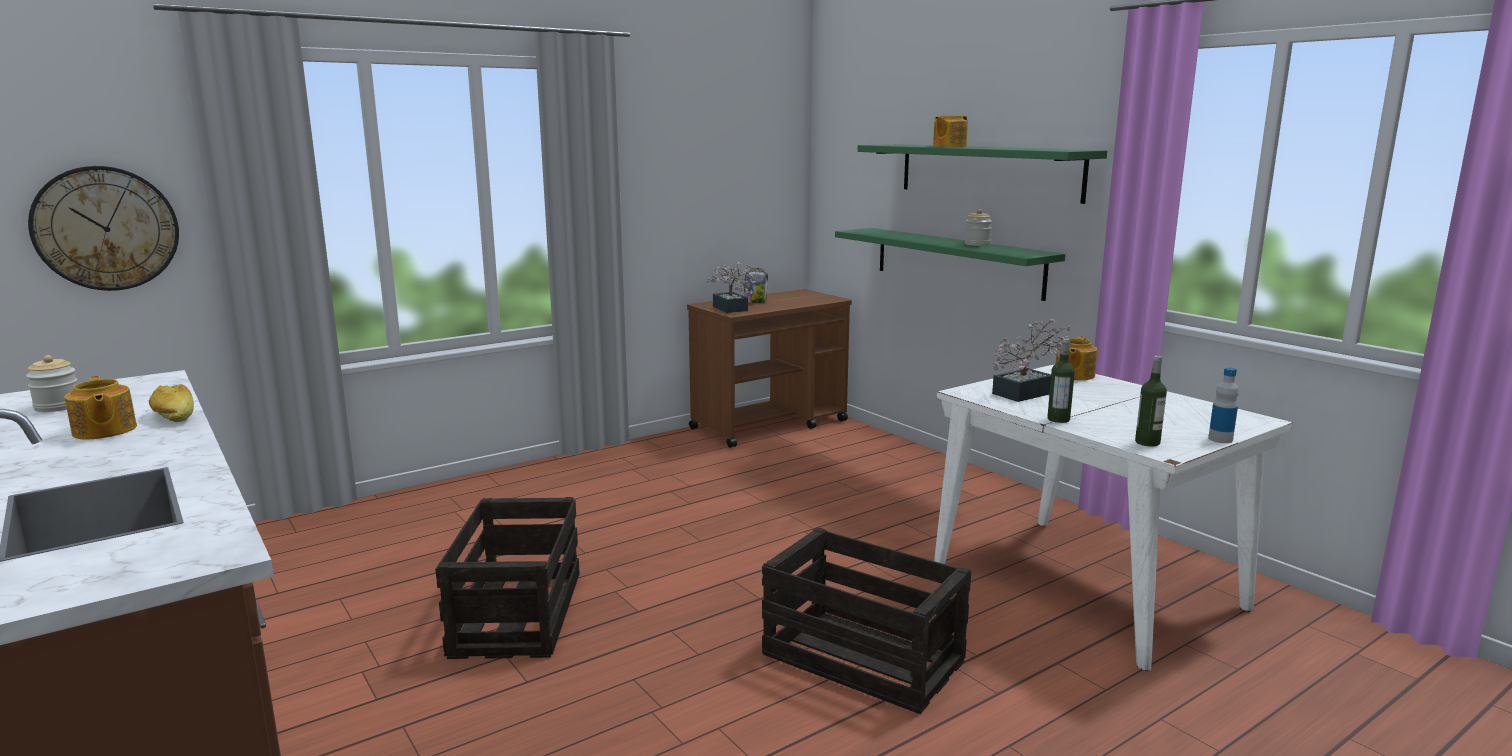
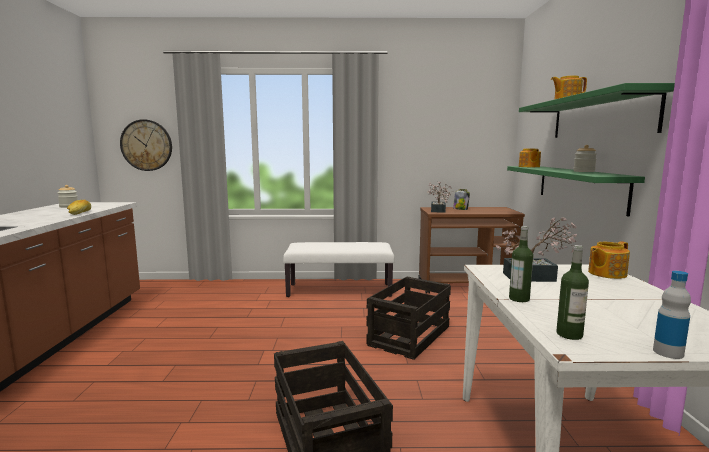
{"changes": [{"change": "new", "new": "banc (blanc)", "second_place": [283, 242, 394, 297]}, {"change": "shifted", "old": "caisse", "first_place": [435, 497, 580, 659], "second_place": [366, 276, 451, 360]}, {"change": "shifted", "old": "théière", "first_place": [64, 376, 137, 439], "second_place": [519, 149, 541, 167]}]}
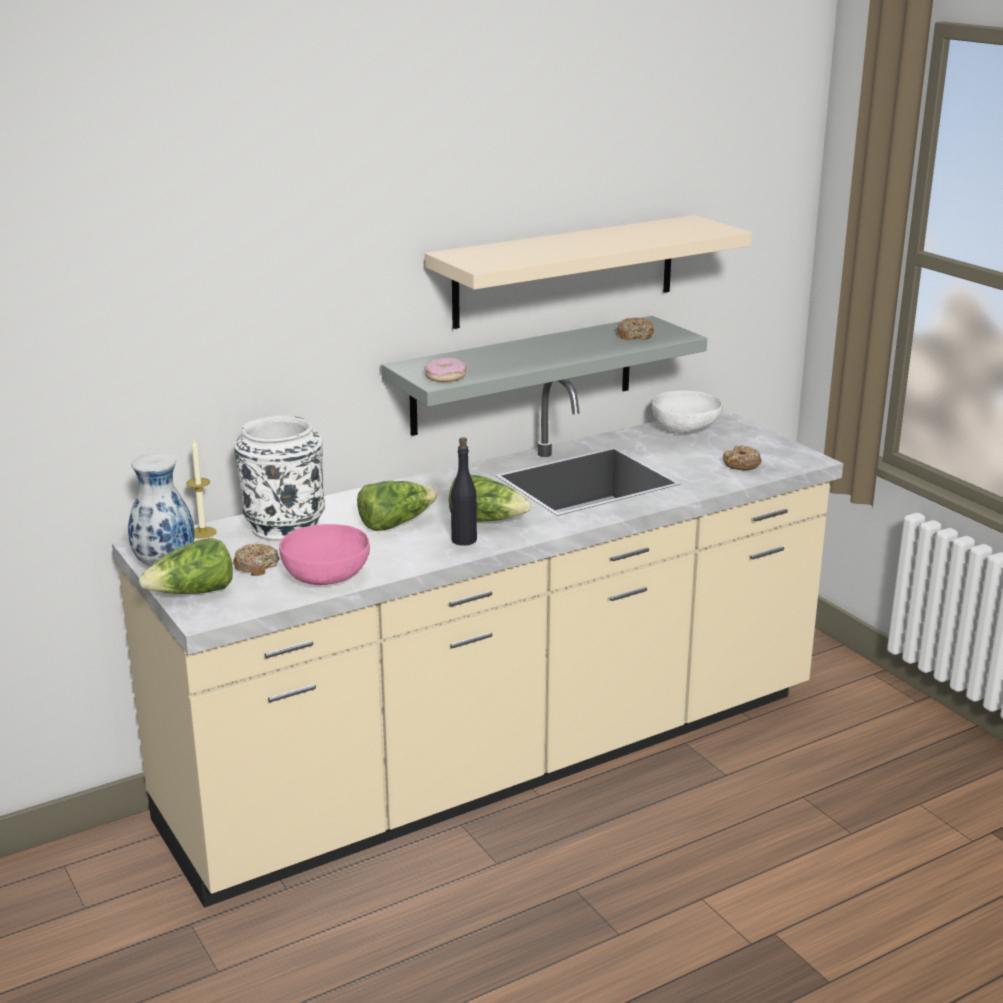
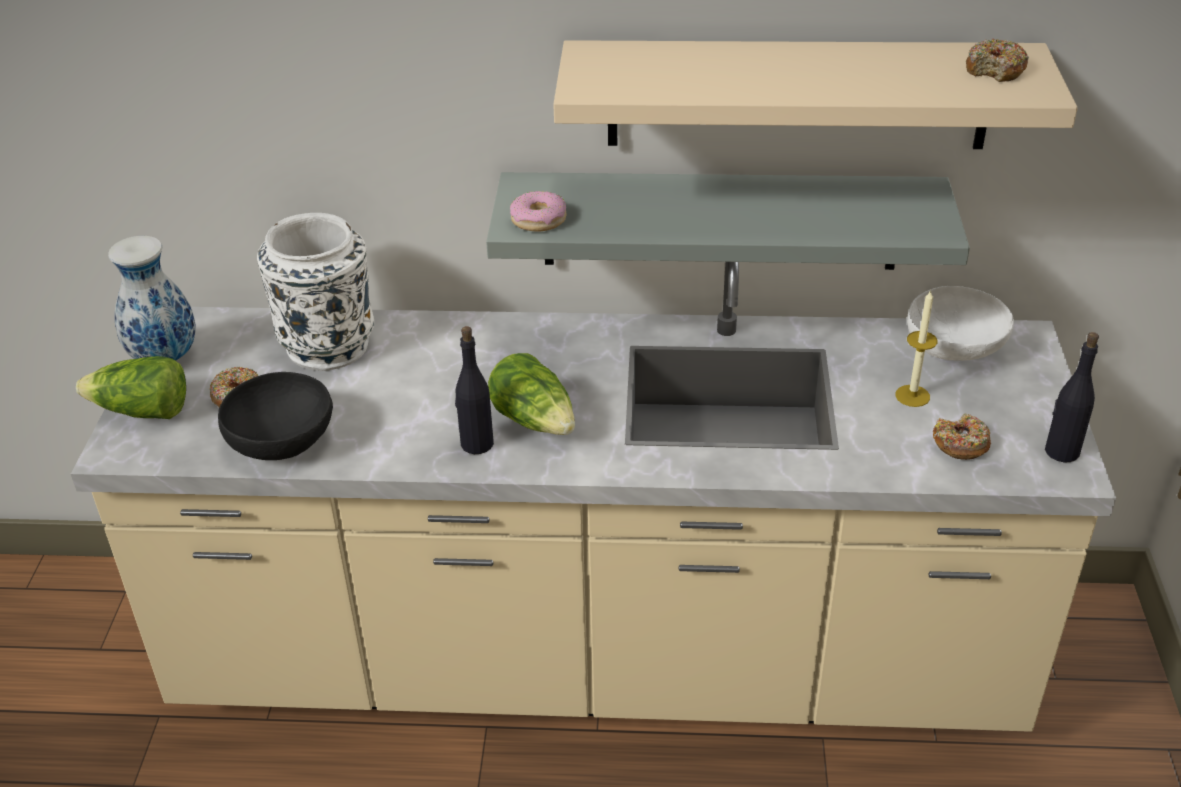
{"changes": [{"change": "repainted", "old": "bol (rose)", "new": "bol (noir)", "first_place": [279, 524, 370, 585], "second_place": [218, 372, 333, 460]}, {"change": "shifted", "old": "bougie", "first_place": [186, 440, 217, 539], "second_place": [895, 290, 937, 407]}, {"change": "shifted", "old": "beignet", "first_place": [617, 317, 654, 340], "second_place": [966, 38, 1029, 82]}, {"change": "new", "new": "bouteille (noir)", "second_place": [1045, 332, 1099, 463]}, {"change": "gone", "old": "laitue", "first_place": [357, 481, 438, 531]}]}
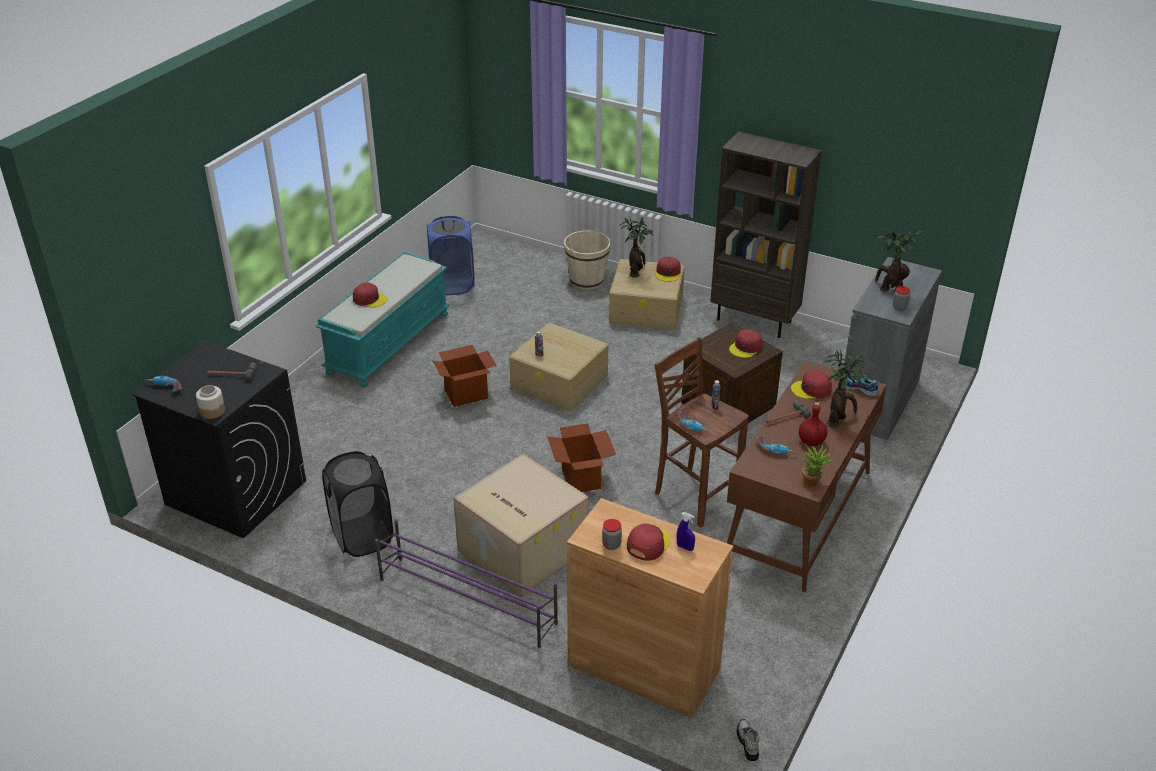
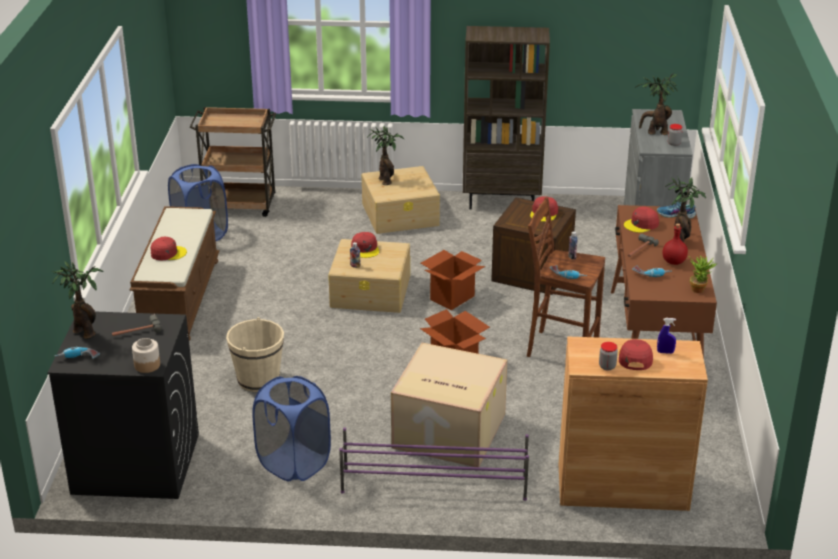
{"changes": [{"change": "new", "new": "plante en pot", "second_place": [52, 261, 104, 339]}, {"change": "repainted", "old": "banc (turquoise)", "new": "banc (marron)", "first_place": [316, 252, 450, 387], "second_place": [130, 206, 219, 341]}, {"change": "new", "new": "chariot (marron)", "second_place": [190, 107, 276, 217]}, {"change": "shifted", "old": "seau (beige)", "first_place": [564, 230, 611, 290], "second_place": [226, 317, 284, 392]}, {"change": "repainted", "old": "panier à linge (noir)", "new": "panier à linge (bleu)", "first_place": [322, 451, 393, 557], "second_place": [252, 376, 331, 482]}, {"change": "shifted", "old": "casquette (rouge)", "first_place": [656, 257, 681, 282], "second_place": [351, 232, 379, 258]}, {"change": "shifted", "old": "carton", "first_place": [433, 345, 496, 407], "second_place": [421, 250, 485, 310]}, {"change": "gone", "old": "chaussure", "first_place": [737, 719, 759, 761]}]}
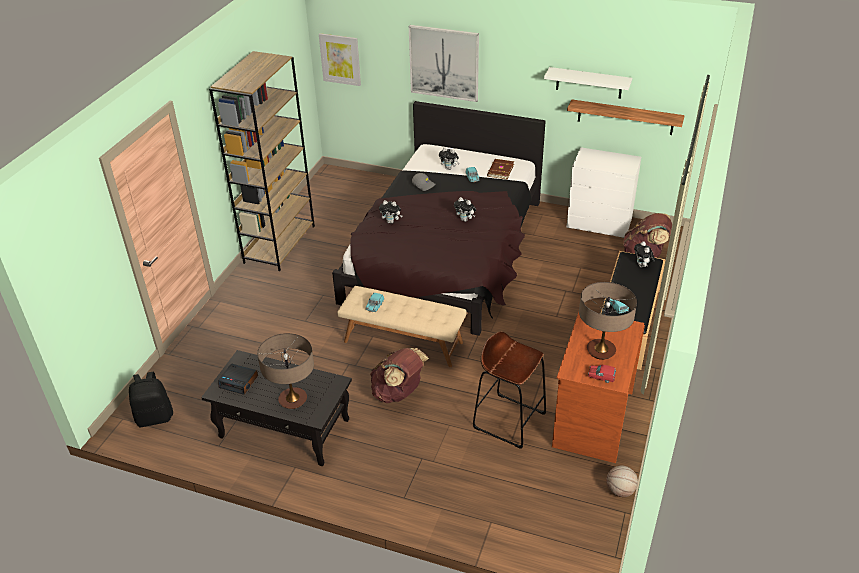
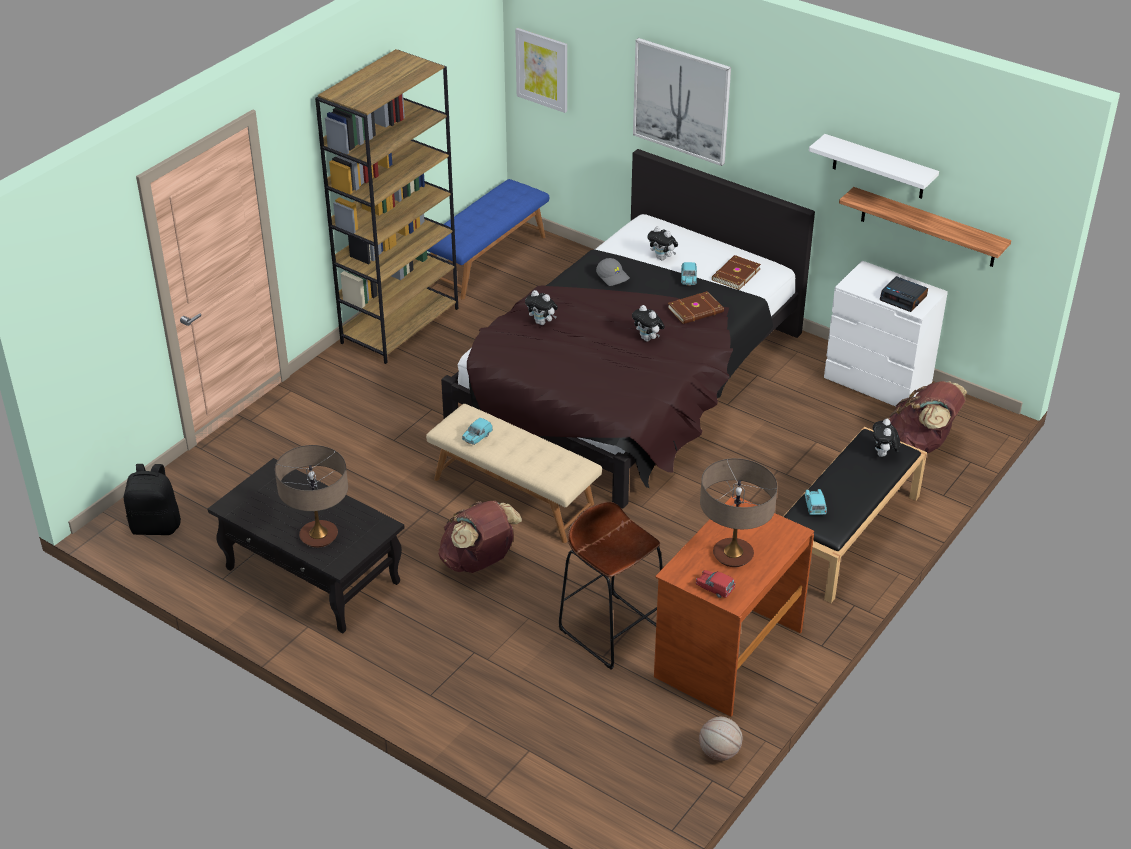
{"changes": [{"change": "new", "new": "banc (bleu)", "second_place": [427, 179, 549, 300]}, {"change": "new", "new": "livre (marron)", "second_place": [668, 291, 724, 324]}, {"change": "shifted", "old": "réveil", "first_place": [218, 363, 258, 395], "second_place": [880, 276, 928, 312]}]}
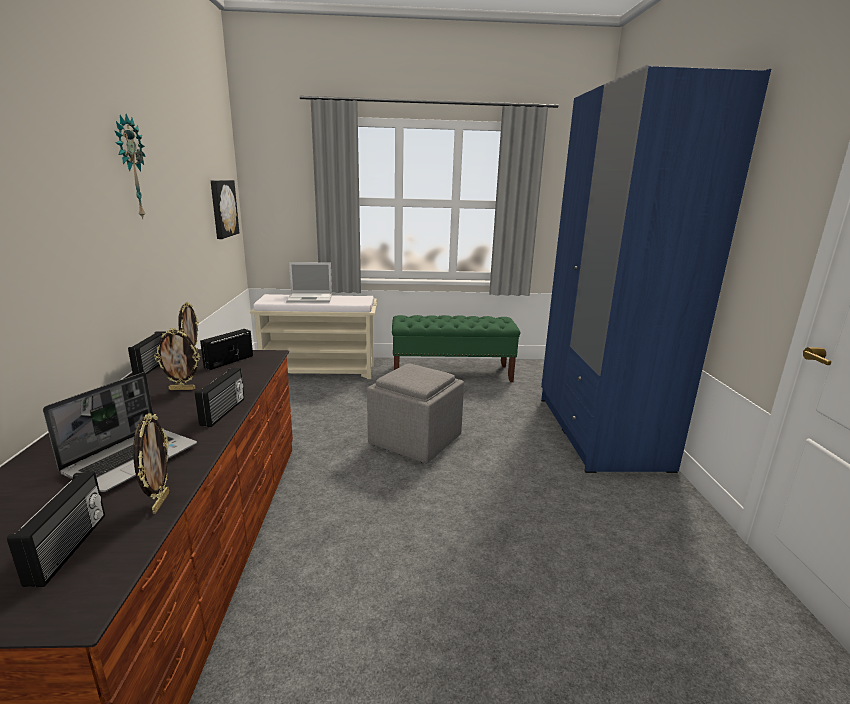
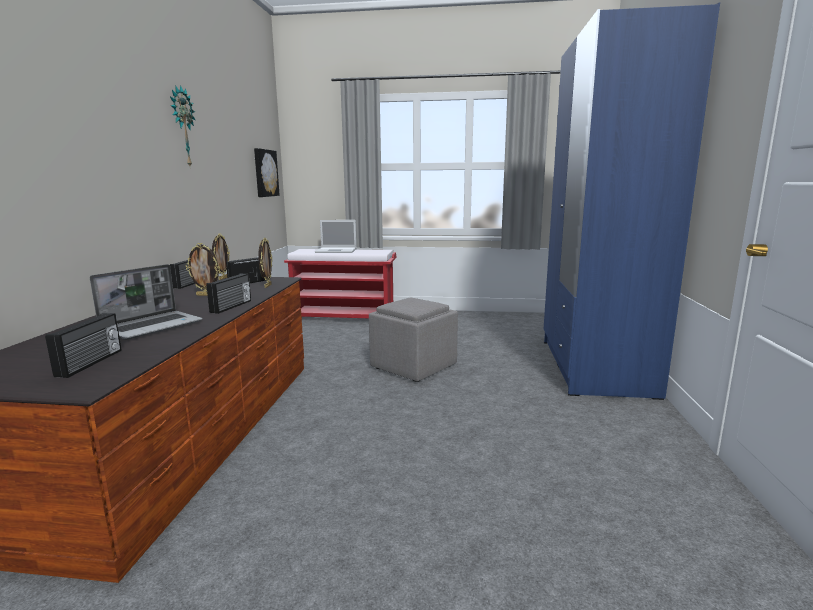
{"changes": [{"change": "shifted", "old": "cadre photo", "first_place": [133, 413, 169, 514], "second_place": [258, 237, 273, 288]}, {"change": "repainted", "old": "banc (beige)", "new": "banc (rouge)", "first_place": [250, 294, 377, 379], "second_place": [284, 249, 396, 318]}, {"change": "gone", "old": "banc (vert)", "first_place": [392, 315, 520, 382]}]}
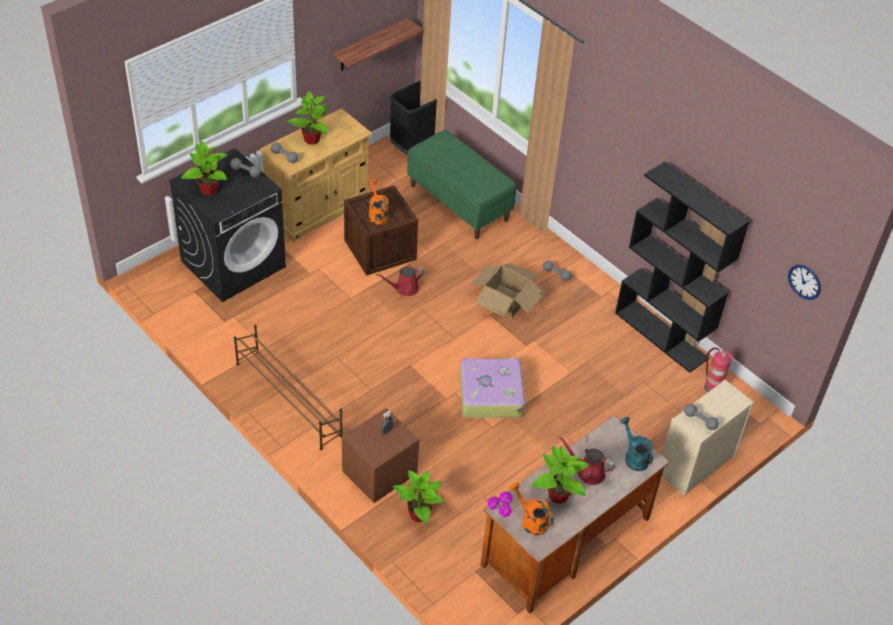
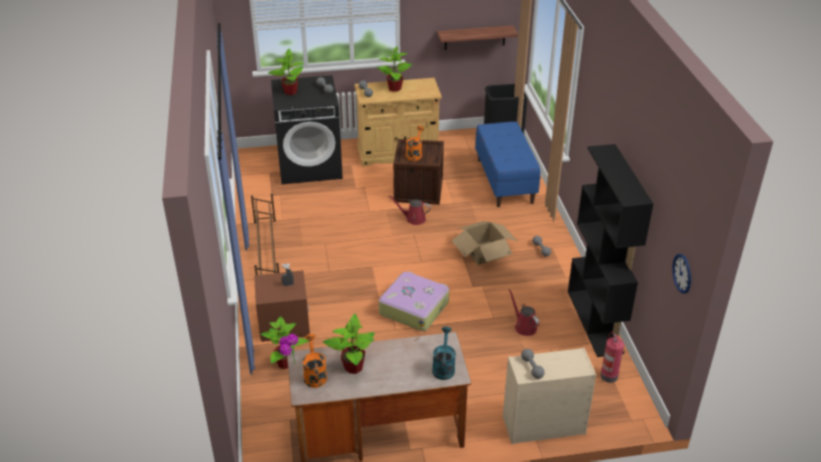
{"changes": [{"change": "repainted", "old": "banc (vert)", "new": "banc (bleu)", "first_place": [407, 130, 516, 239], "second_place": [475, 121, 540, 207]}, {"change": "shifted", "old": "arrosoir (rouge)", "first_place": [559, 436, 615, 485], "second_place": [508, 289, 539, 336]}]}
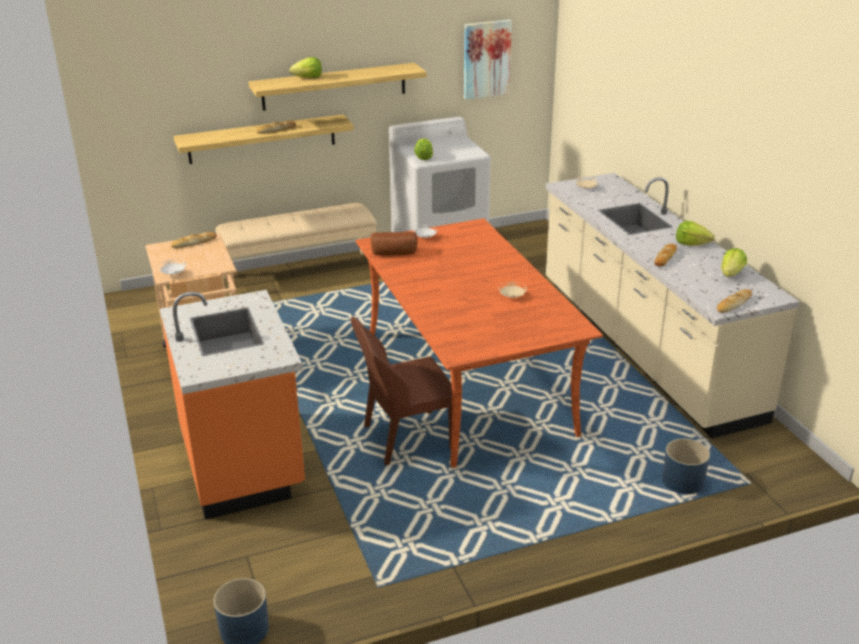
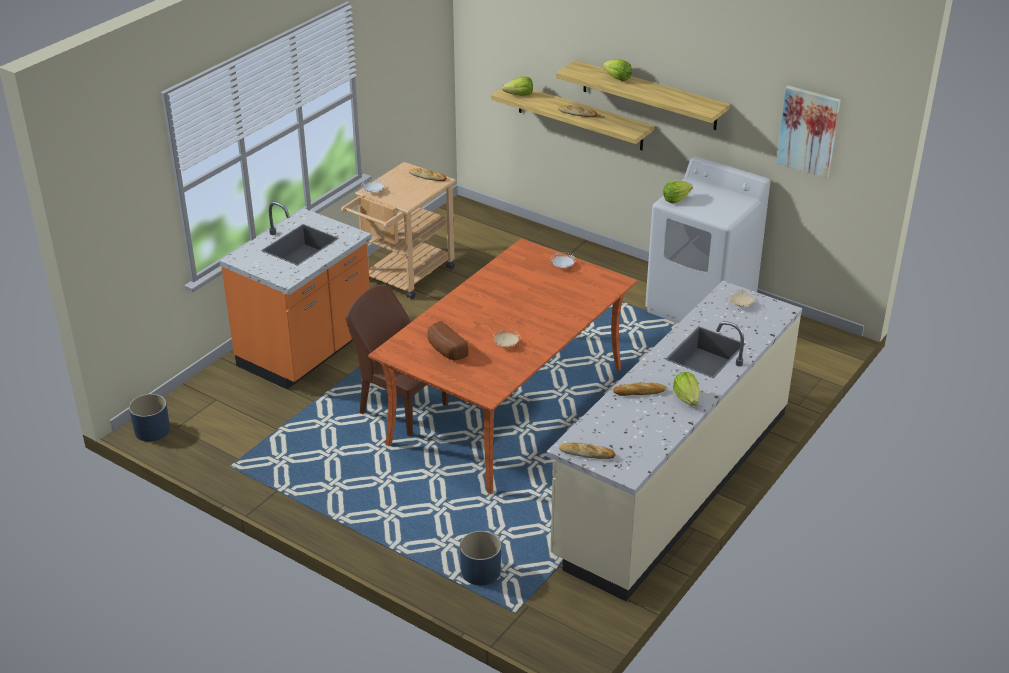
{"changes": [{"change": "shifted", "old": "pain", "first_place": [371, 232, 417, 256], "second_place": [427, 321, 469, 360]}, {"change": "shifted", "old": "laitue", "first_place": [721, 248, 747, 277], "second_place": [503, 77, 533, 96]}, {"change": "gone", "old": "banc (beige)", "first_place": [215, 203, 377, 296]}]}
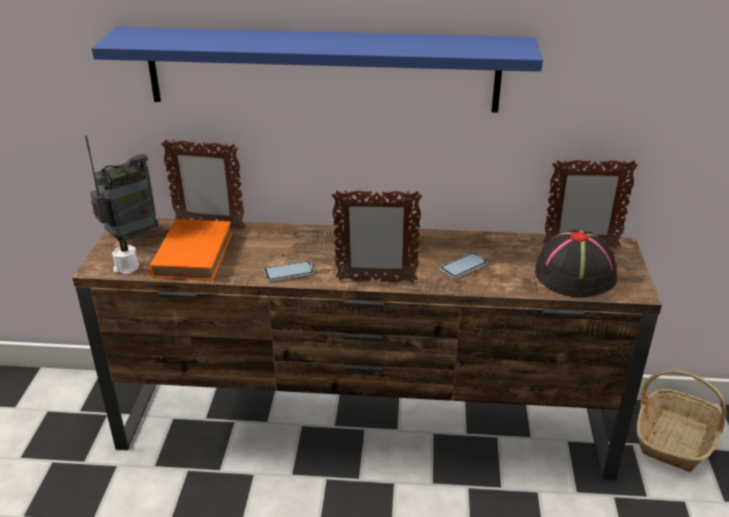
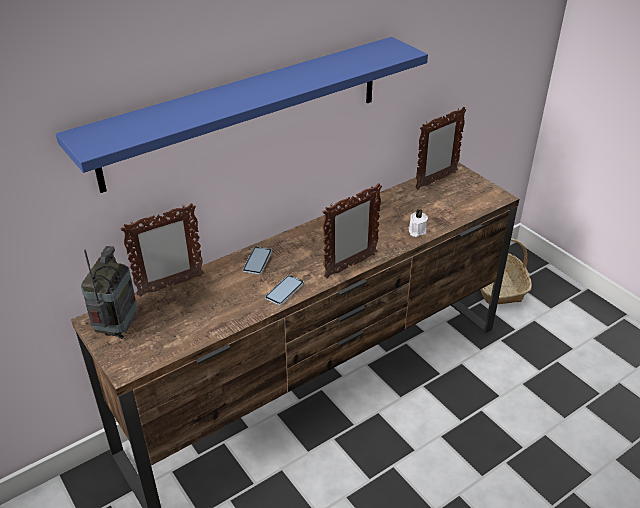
{"changes": [{"change": "shifted", "old": "téléphone", "first_place": [440, 252, 488, 278], "second_place": [243, 247, 272, 274]}, {"change": "shifted", "old": "bougie (blanc)", "first_place": [112, 240, 140, 274], "second_place": [409, 209, 428, 237]}, {"change": "gone", "old": "livre (orange)", "first_place": [149, 219, 233, 281]}, {"change": "gone", "old": "chapeau (noir)", "first_place": [535, 230, 617, 297]}]}
